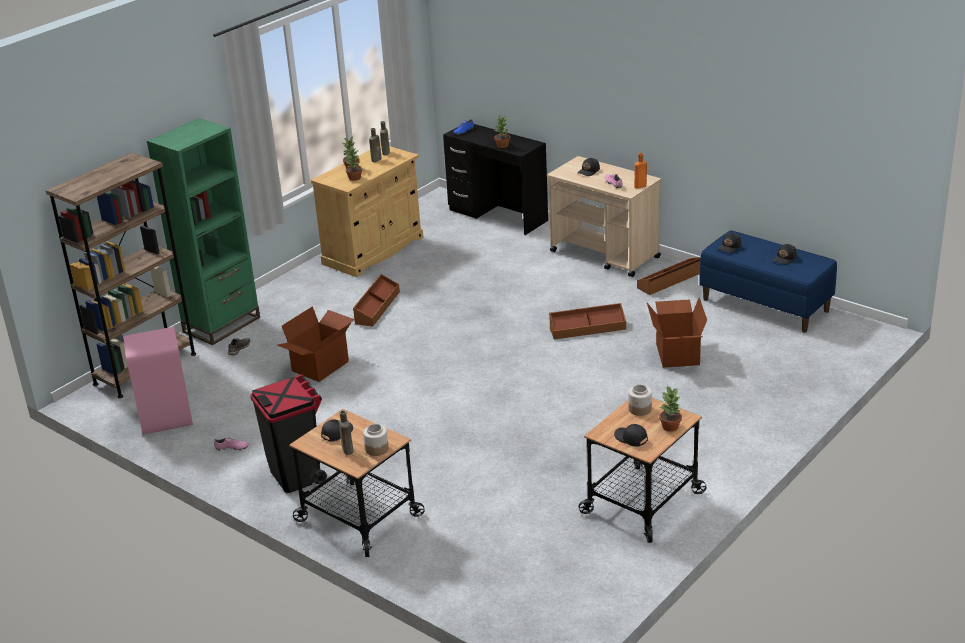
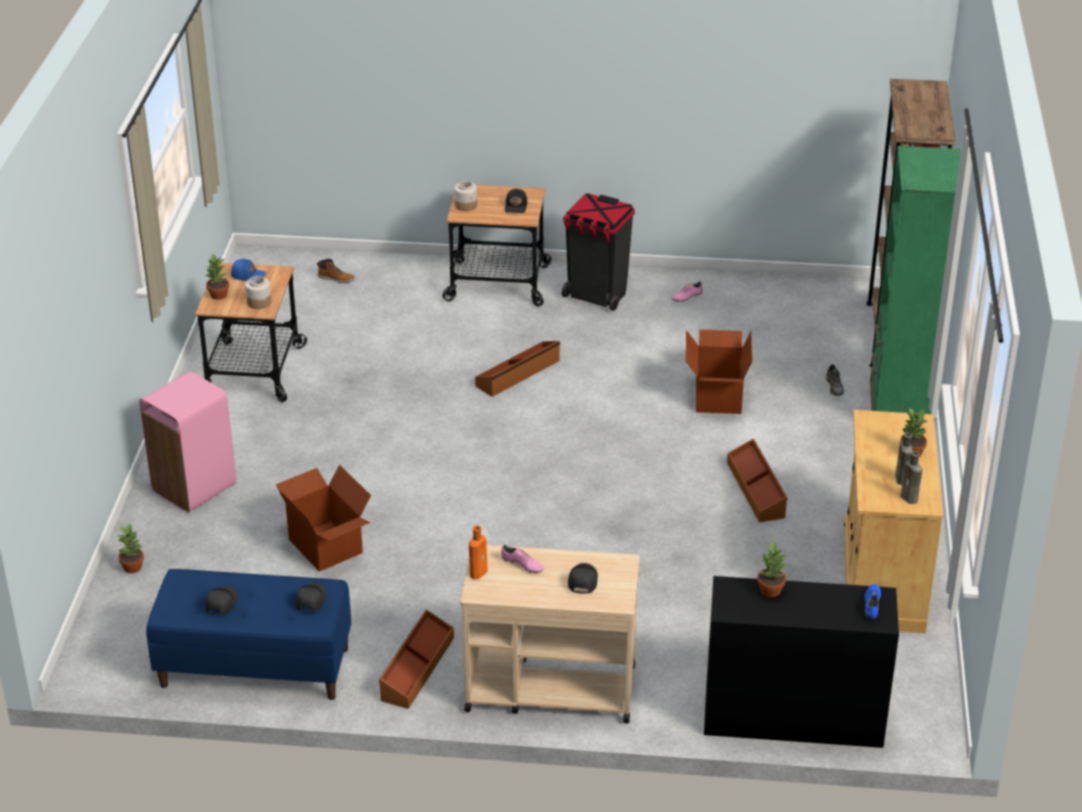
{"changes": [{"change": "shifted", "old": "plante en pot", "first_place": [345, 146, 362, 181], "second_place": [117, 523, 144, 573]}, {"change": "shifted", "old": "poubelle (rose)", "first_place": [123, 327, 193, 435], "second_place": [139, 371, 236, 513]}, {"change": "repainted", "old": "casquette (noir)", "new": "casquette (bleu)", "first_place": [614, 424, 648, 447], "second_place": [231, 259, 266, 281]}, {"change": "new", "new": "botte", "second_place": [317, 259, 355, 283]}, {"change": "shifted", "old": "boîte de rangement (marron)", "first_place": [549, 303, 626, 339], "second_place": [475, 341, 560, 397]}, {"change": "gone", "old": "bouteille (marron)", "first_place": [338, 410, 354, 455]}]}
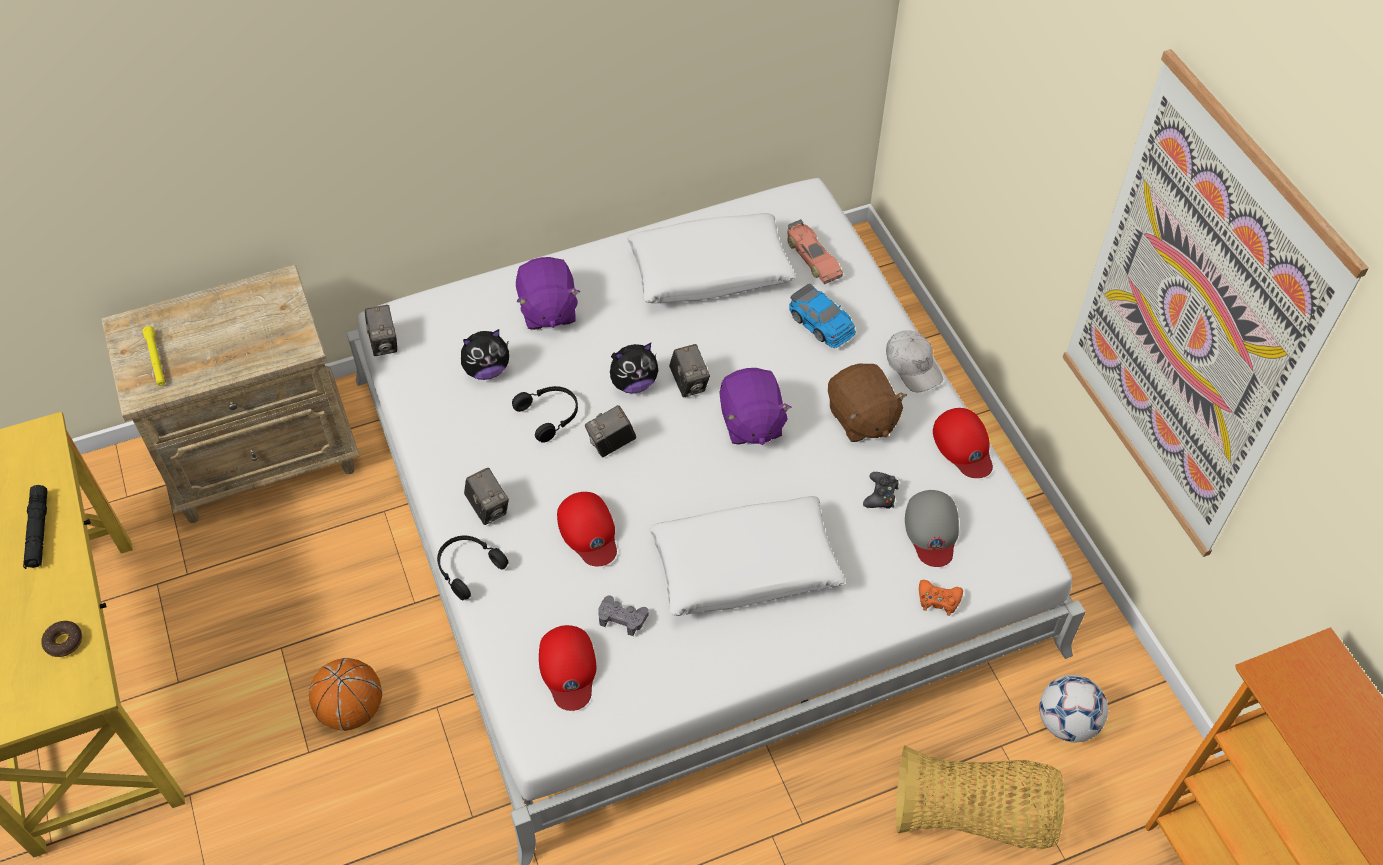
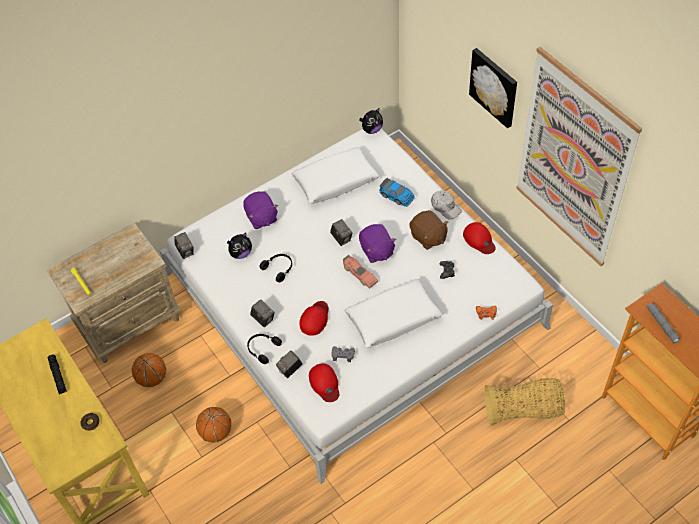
{"changes": [{"change": "new", "new": "ballon de basket", "second_place": [132, 353, 166, 387]}, {"change": "shifted", "old": "appareil photo", "first_place": [585, 405, 636, 457], "second_place": [276, 350, 302, 378]}, {"change": "rotated", "old": "casquette (rouge)", "first_place": [557, 492, 617, 566], "second_place": [299, 301, 329, 336], "degrees": -120}, {"change": "shifted", "old": "petite voiture", "first_place": [787, 219, 843, 284], "second_place": [343, 255, 378, 289]}, {"change": "shifted", "old": "peluche", "first_place": [610, 343, 659, 394], "second_place": [359, 108, 383, 134]}, {"change": "new", "new": "tableau", "second_place": [469, 48, 517, 128]}, {"change": "new", "new": "lampe de poche (gris)", "second_place": [646, 302, 680, 343]}, {"change": "gone", "old": "casquette (gris)", "first_place": [905, 490, 959, 567]}, {"change": "gone", "old": "ballon de foot", "first_place": [1039, 675, 1108, 742]}]}
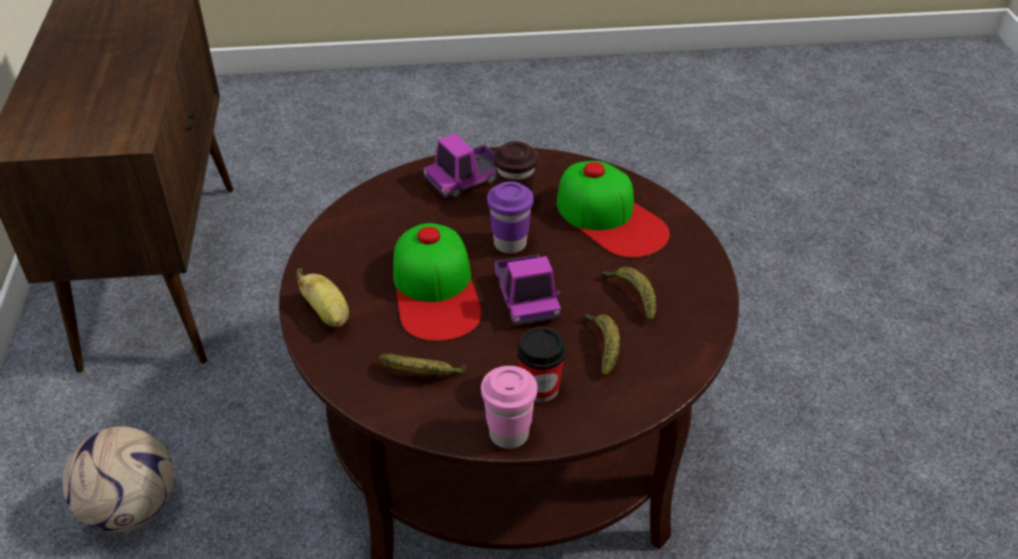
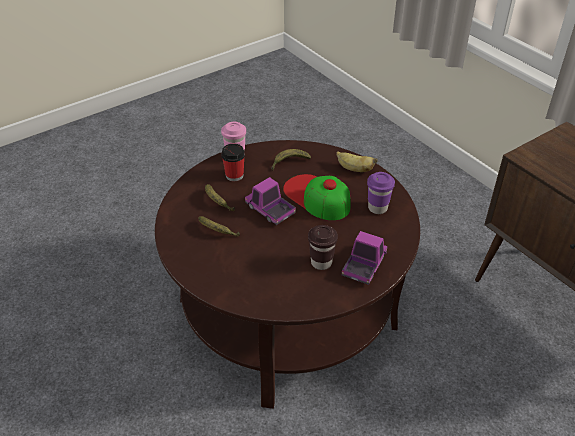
{"changes": [{"change": "shifted", "old": "tasse (violet)", "first_place": [487, 181, 534, 254], "second_place": [367, 172, 395, 214]}, {"change": "gone", "old": "ballon de foot", "first_place": [63, 426, 174, 532]}, {"change": "gone", "old": "casquette", "first_place": [557, 161, 670, 258]}]}
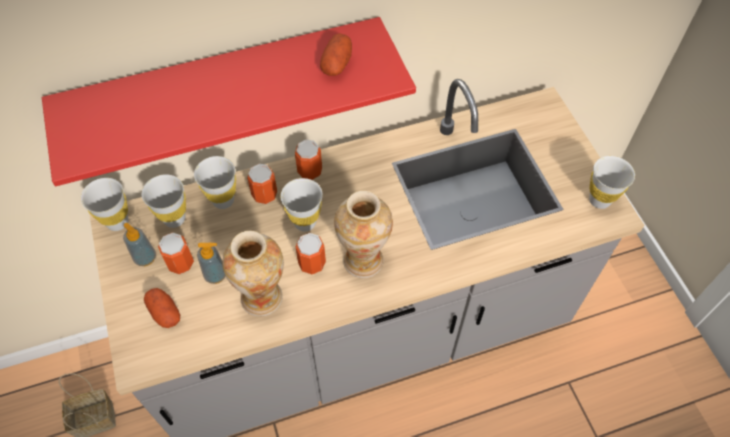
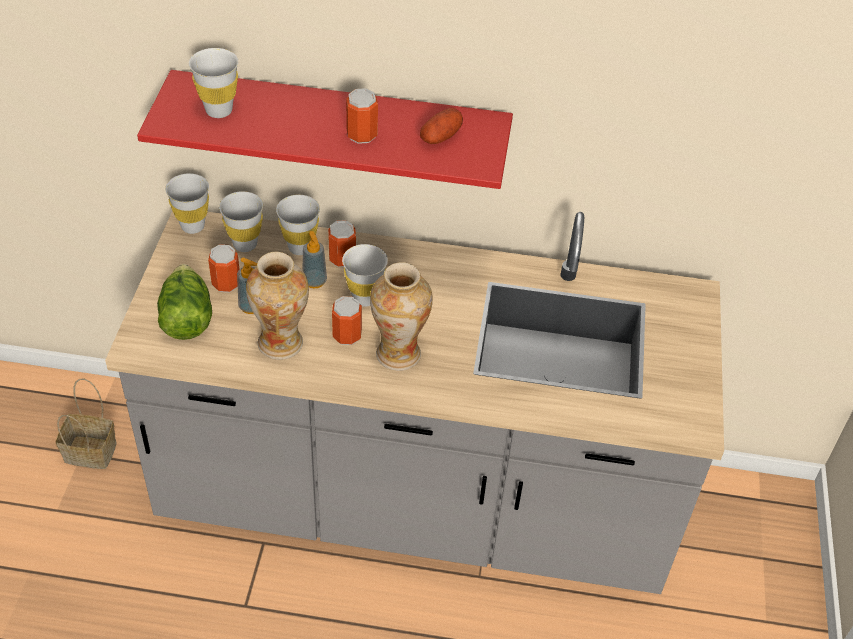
{"changes": [{"change": "swapped", "old": "pomme de terre", "new": "laitue", "first_place": [144, 288, 180, 328], "second_place": [157, 264, 212, 340]}, {"change": "shifted", "old": "tasse (blanc)", "first_place": [589, 156, 635, 209], "second_place": [189, 48, 238, 118]}, {"change": "shifted", "old": "distributeur de savon", "first_place": [123, 223, 156, 266], "second_place": [302, 231, 327, 289]}, {"change": "shifted", "old": "boîte métallique", "first_place": [295, 140, 322, 180], "second_place": [346, 88, 378, 144]}]}
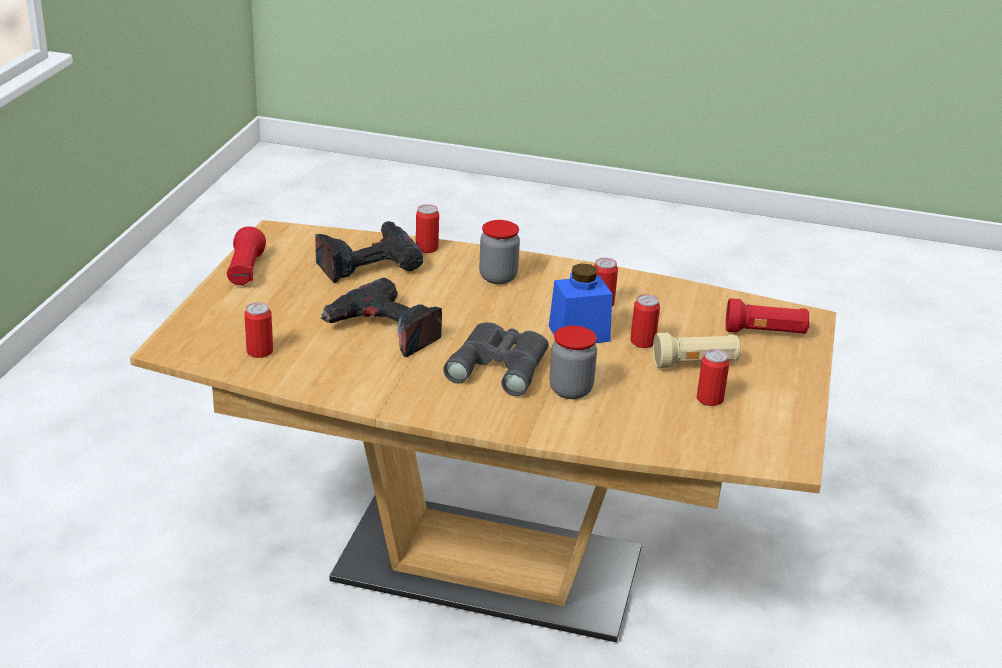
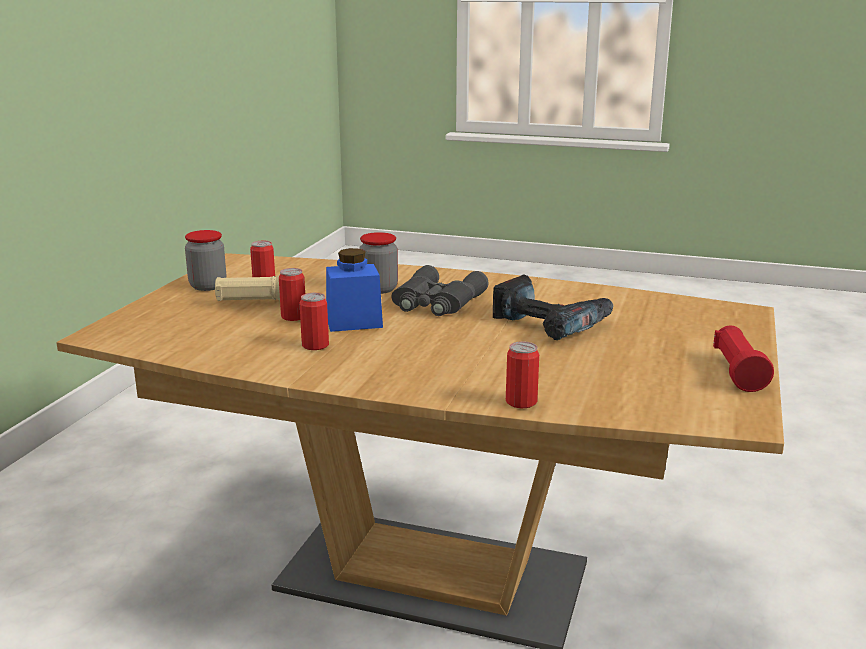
{"changes": [{"change": "shifted", "old": "bocal", "first_place": [479, 220, 520, 284], "second_place": [185, 230, 226, 291]}, {"change": "gone", "old": "boîte métallique", "first_place": [244, 302, 273, 358]}, {"change": "gone", "old": "perceuse", "first_place": [315, 221, 423, 283]}, {"change": "gone", "old": "lampe de poche (rouge)", "first_place": [725, 298, 810, 334]}]}
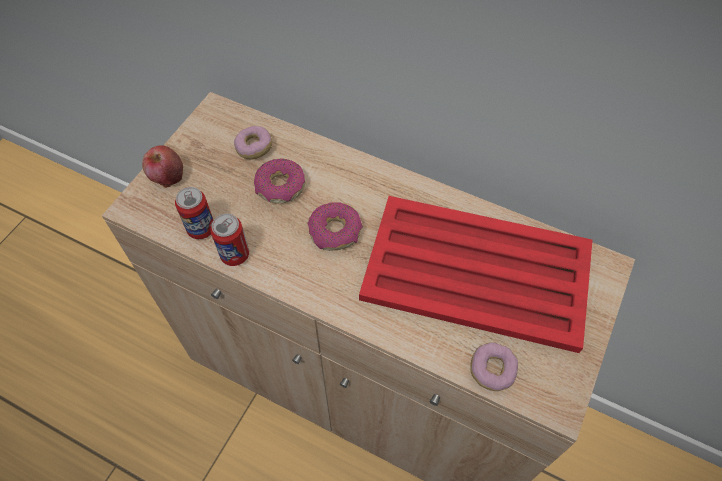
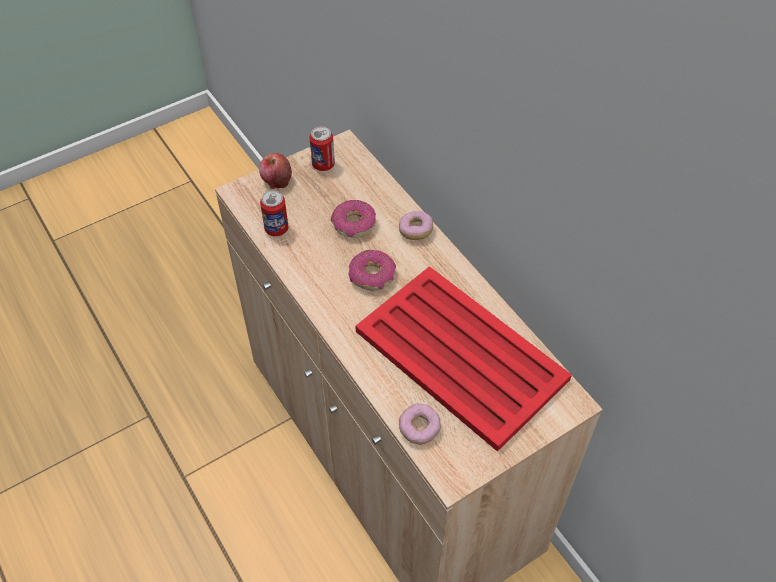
{"changes": [{"change": "shifted", "old": "boîte métallique", "first_place": [210, 214, 249, 266], "second_place": [309, 126, 335, 171]}, {"change": "shifted", "old": "beignet", "first_place": [234, 126, 272, 160], "second_place": [399, 211, 433, 240]}]}
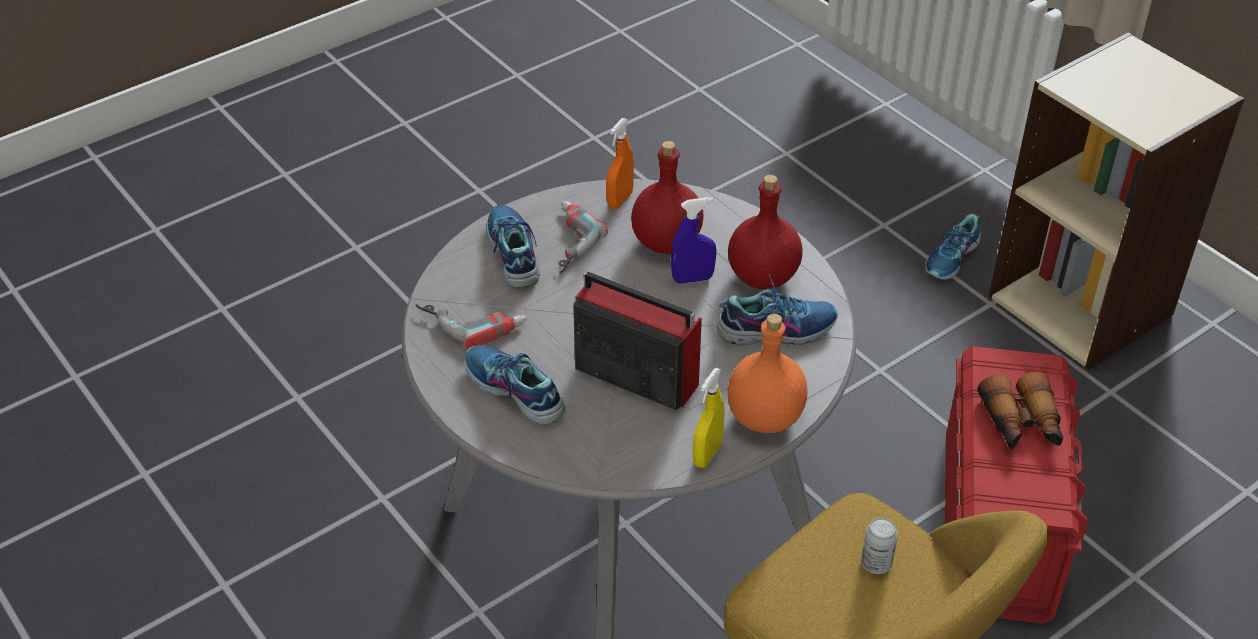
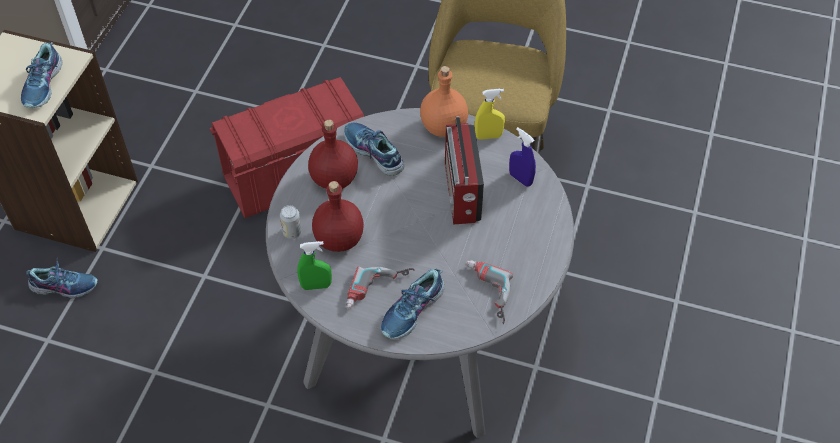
{"changes": [{"change": "shifted", "old": "chaussure", "first_place": [465, 345, 565, 425], "second_place": [21, 42, 62, 108]}, {"change": "shifted", "old": "boîte métallique", "first_place": [861, 518, 898, 574], "second_place": [280, 205, 302, 239]}, {"change": "repainted", "old": "vaporisateur (orange)", "new": "vaporisateur (vert)", "first_place": [606, 118, 634, 209], "second_place": [297, 241, 332, 290]}, {"change": "shifted", "old": "vaporisateur (bleu)", "first_place": [671, 197, 717, 284], "second_place": [509, 127, 536, 187]}, {"change": "gone", "old": "jumelles", "first_place": [977, 372, 1063, 450]}]}
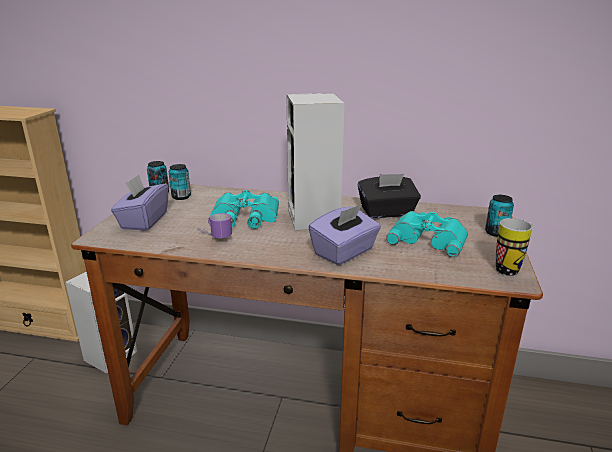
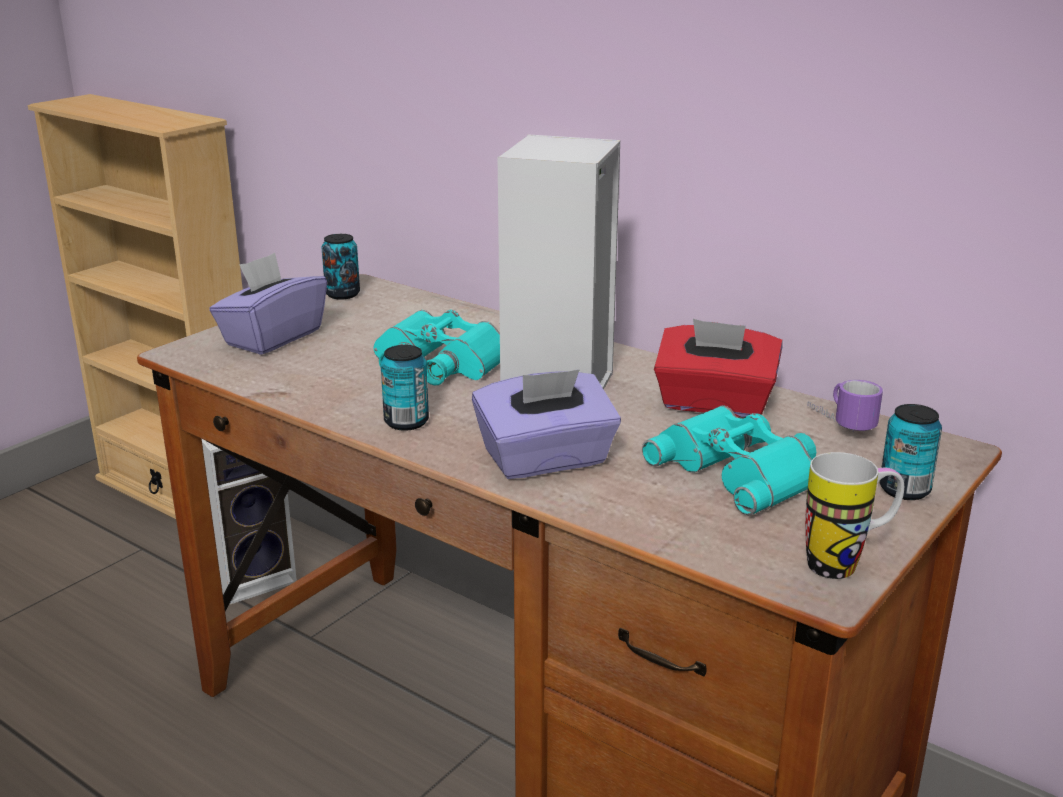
{"changes": [{"change": "shifted", "old": "boîte métallique", "first_place": [169, 164, 191, 200], "second_place": [381, 345, 429, 430]}, {"change": "repainted", "old": "boîte à mouchoirs (noir)", "new": "boîte à mouchoirs (rouge)", "first_place": [358, 174, 421, 218], "second_place": [654, 319, 783, 417]}, {"change": "shifted", "old": "mug", "first_place": [197, 213, 232, 239], "second_place": [807, 380, 883, 432]}]}
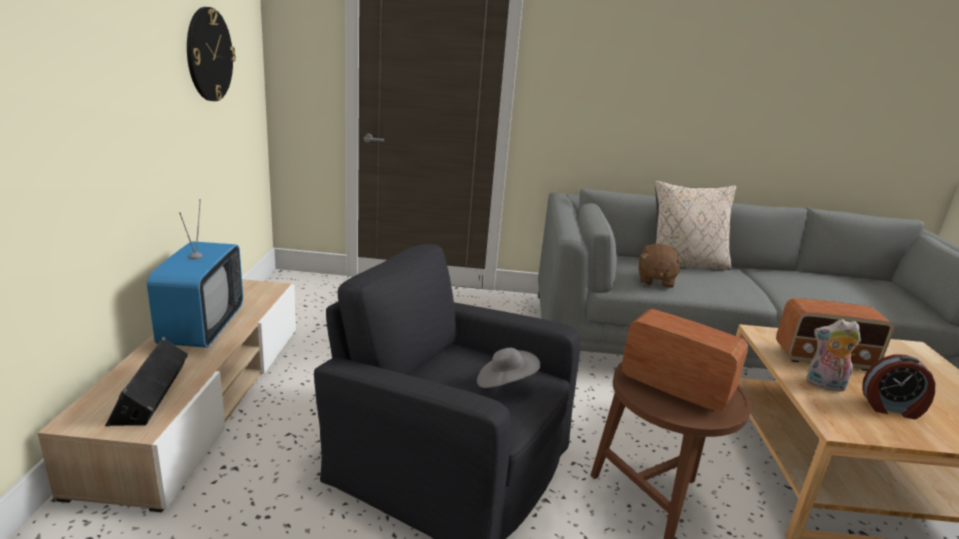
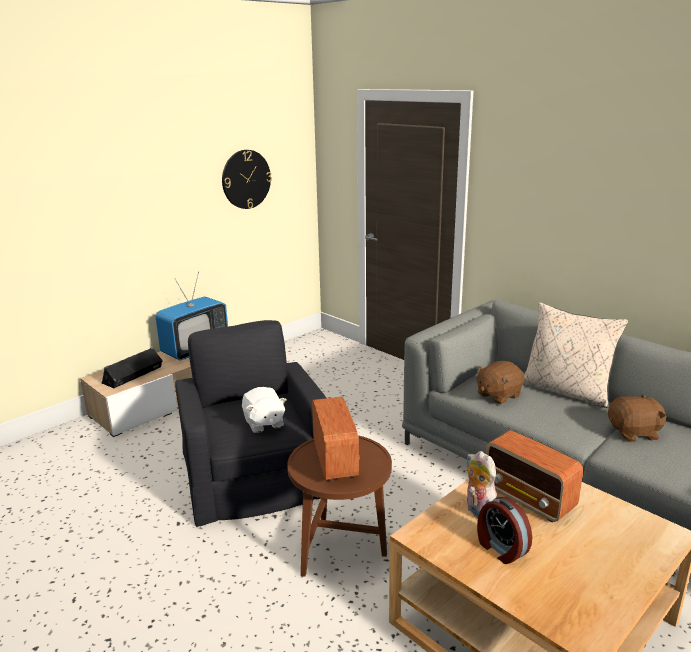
{"changes": [{"change": "swapped", "old": "chapeau (gris)", "new": "peluche (blanc)", "first_place": [477, 348, 540, 388], "second_place": [242, 387, 286, 433]}, {"change": "new", "new": "peluche (marron)", "second_place": [608, 394, 667, 442]}]}
